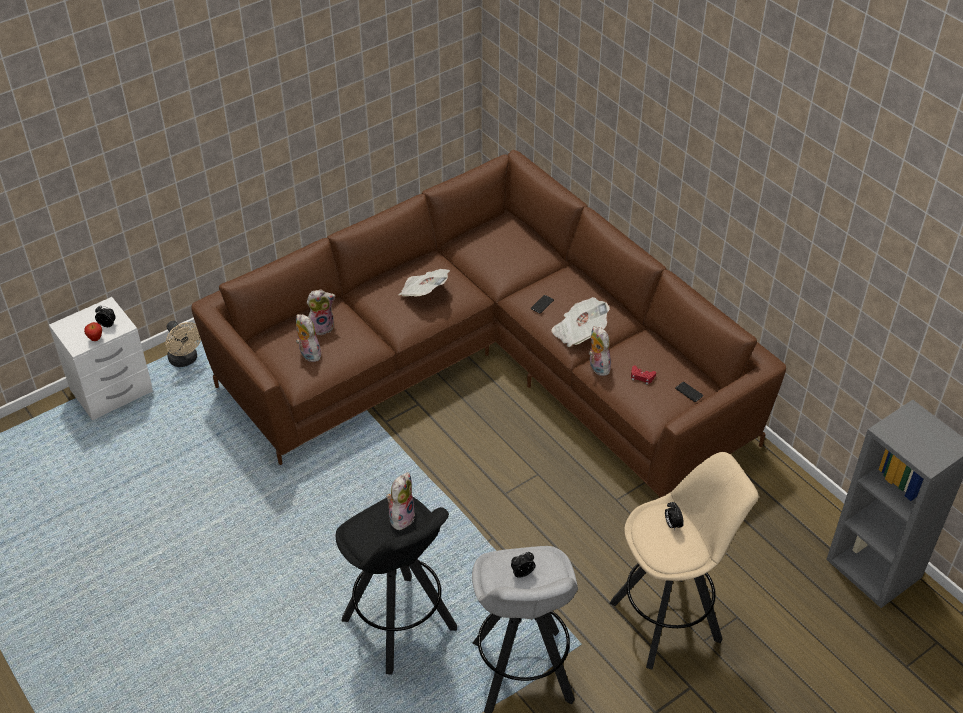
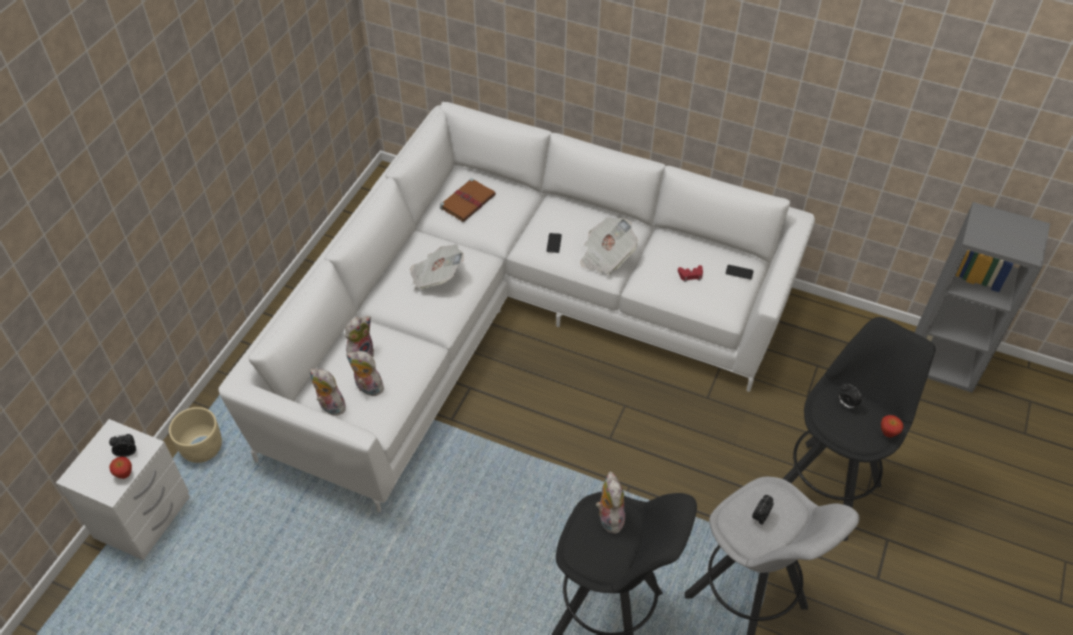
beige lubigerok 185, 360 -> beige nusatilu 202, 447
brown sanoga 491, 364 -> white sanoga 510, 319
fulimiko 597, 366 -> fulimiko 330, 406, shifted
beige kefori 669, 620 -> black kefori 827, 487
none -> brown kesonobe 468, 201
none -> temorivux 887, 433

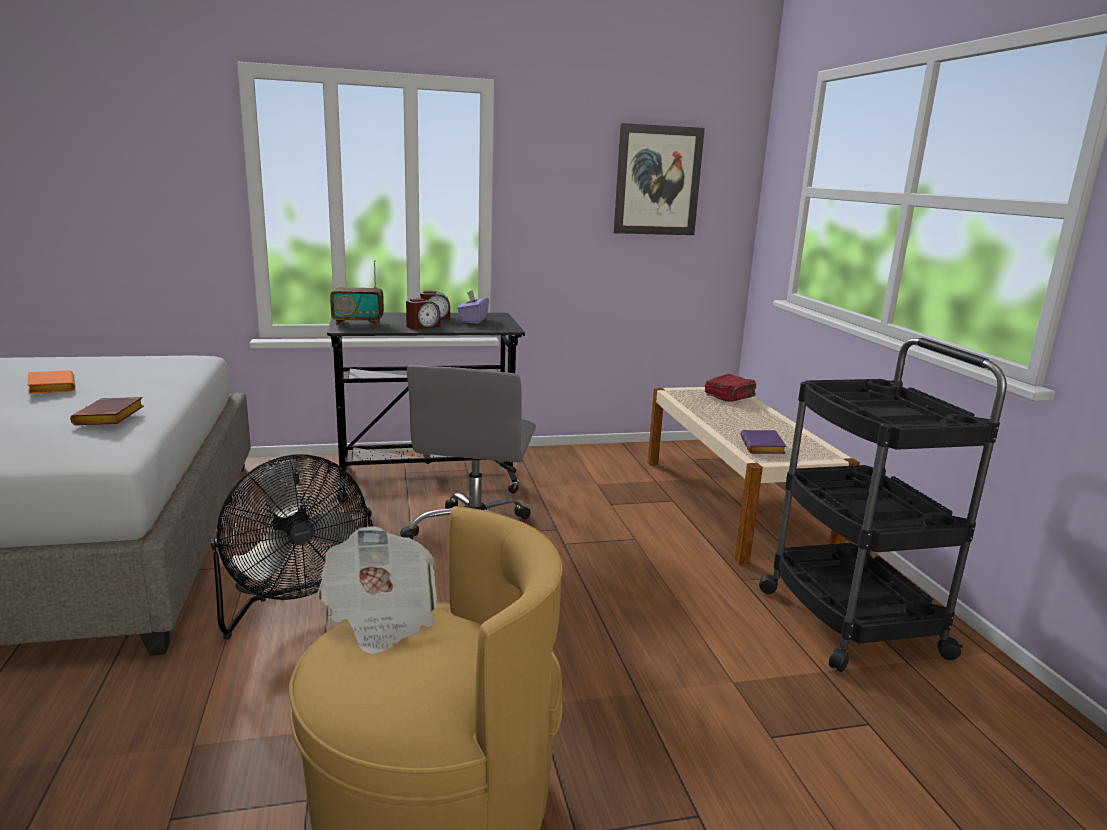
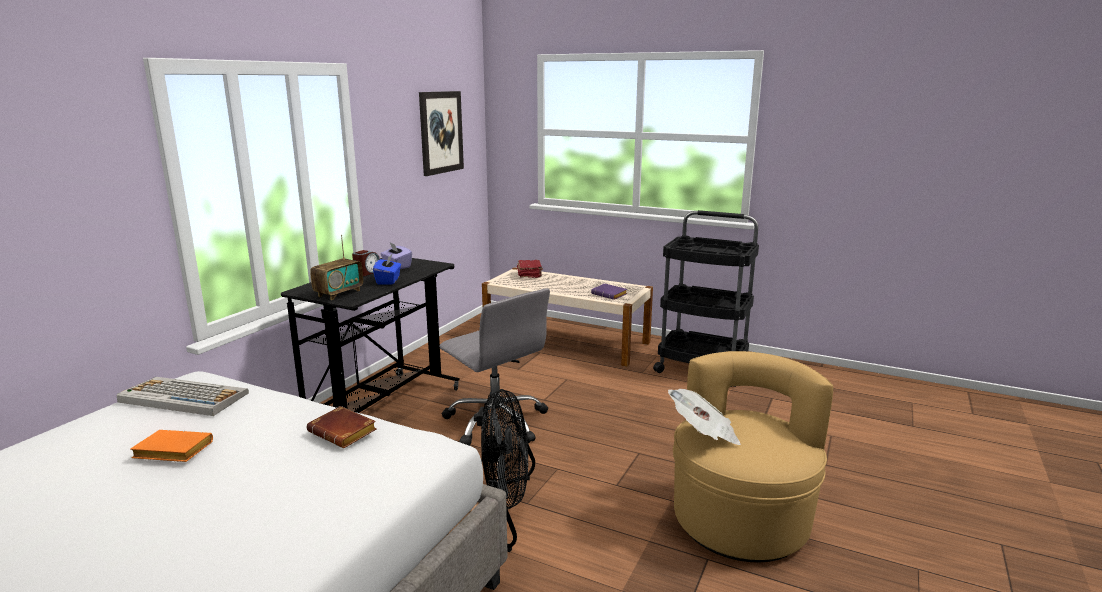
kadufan 422, 326 -> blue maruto 388, 280
none -> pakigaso 182, 397

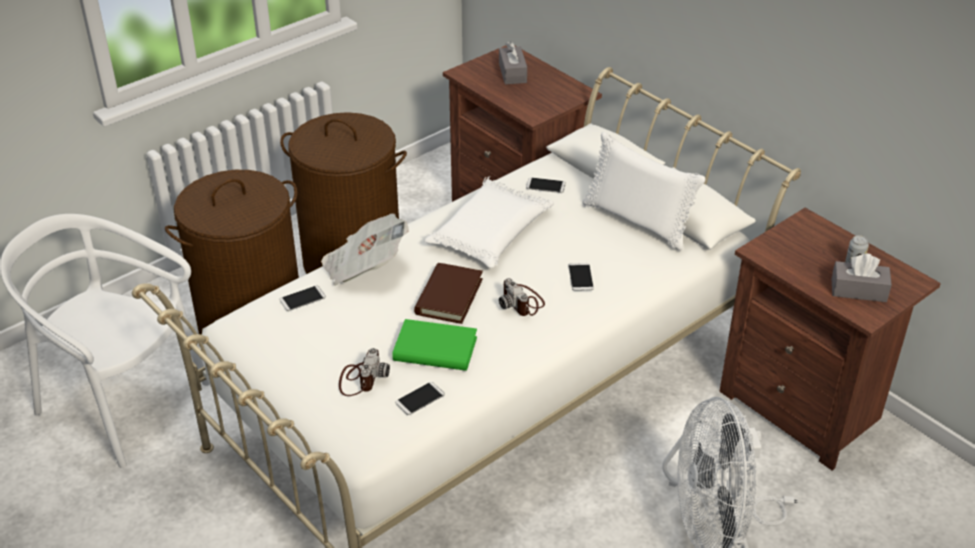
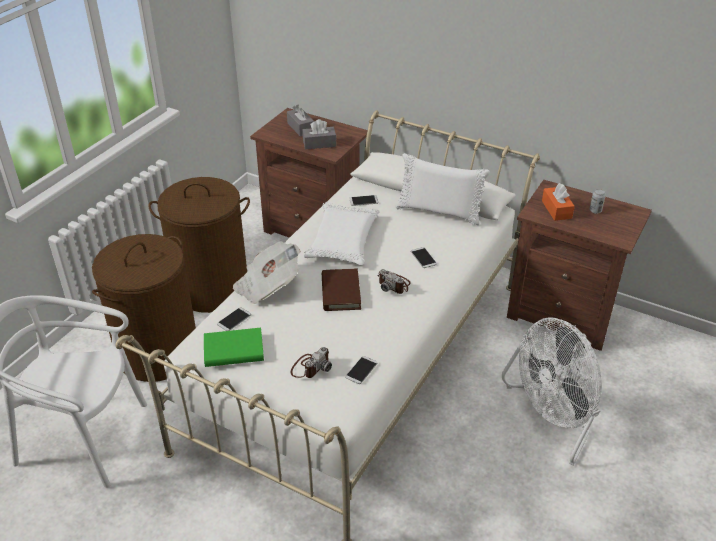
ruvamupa 361, 378 -> ruvamupa 310, 366, 45 degrees clockwise
green kesonobe 435, 349 -> green kesonobe 234, 350, shifted
grey maruto 858, 290 -> grey maruto 319, 144, shifted
none -> orange maruto 556, 209

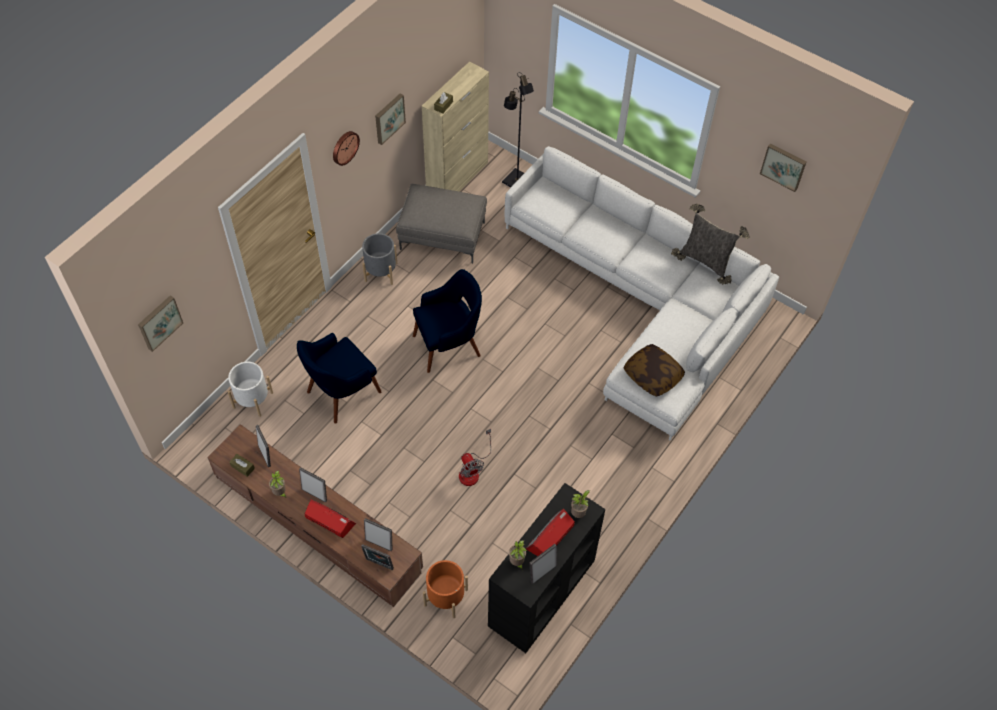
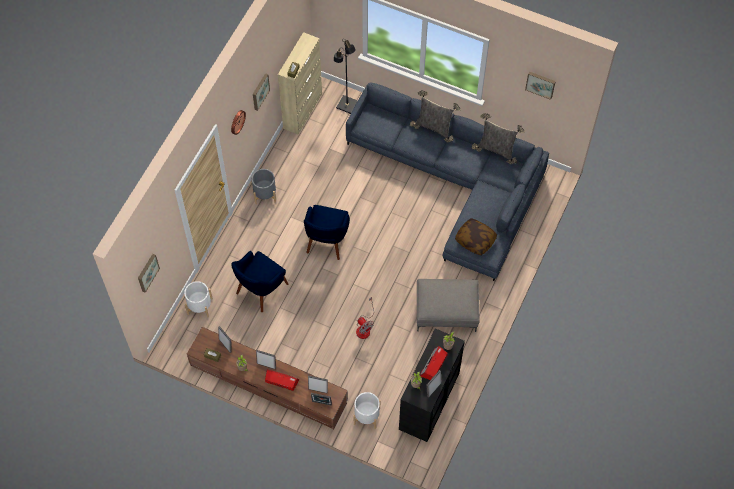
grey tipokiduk 441, 236 -> grey tipokiduk 445, 313, shifted
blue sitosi 448, 345 -> blue sitosi 327, 241, 135 degrees clockwise
orange nusatilu 446, 597 -> white nusatilu 367, 416
white sanoga 641, 301 -> blue sanoga 455, 183
none -> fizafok 434, 129

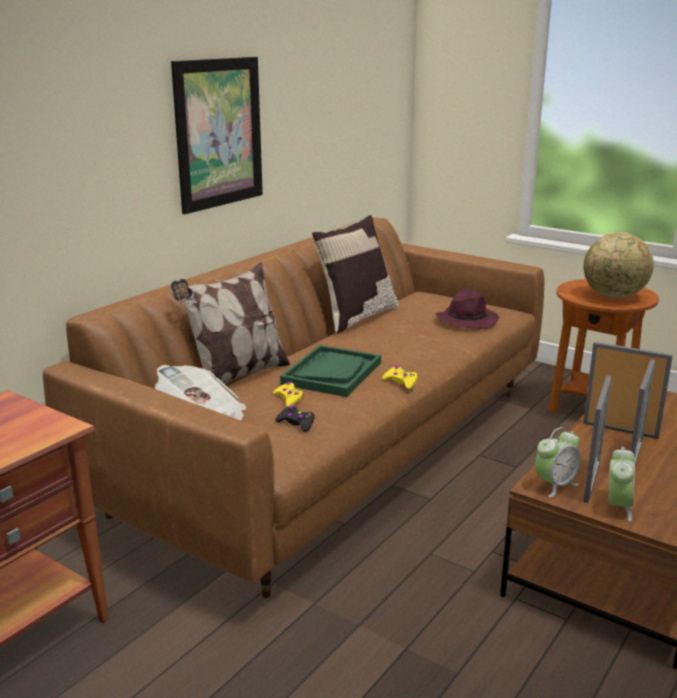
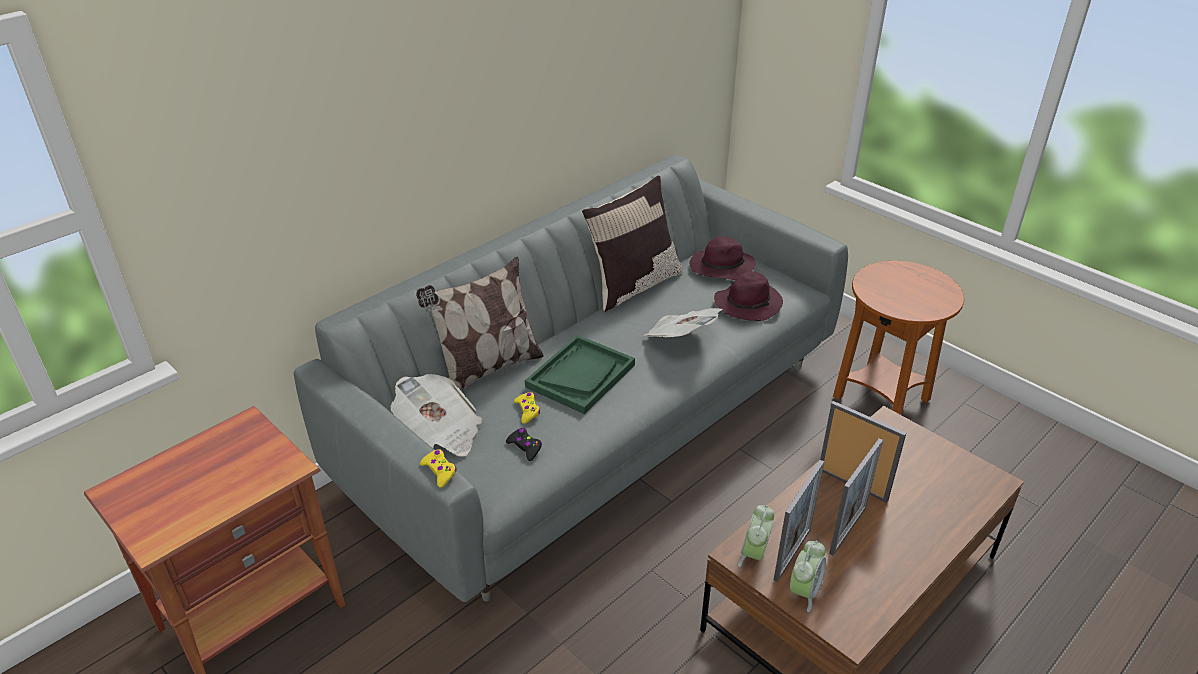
brown sanoga 337, 448 -> grey sanoga 598, 423
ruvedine 219, 133 -> none
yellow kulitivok 401, 382 -> yellow kulitivok 439, 471, shifted
kadufan 555, 485 -> kadufan 754, 554, 135 degrees clockwise
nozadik 614, 297 -> none
none -> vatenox 681, 338
none -> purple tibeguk 721, 268

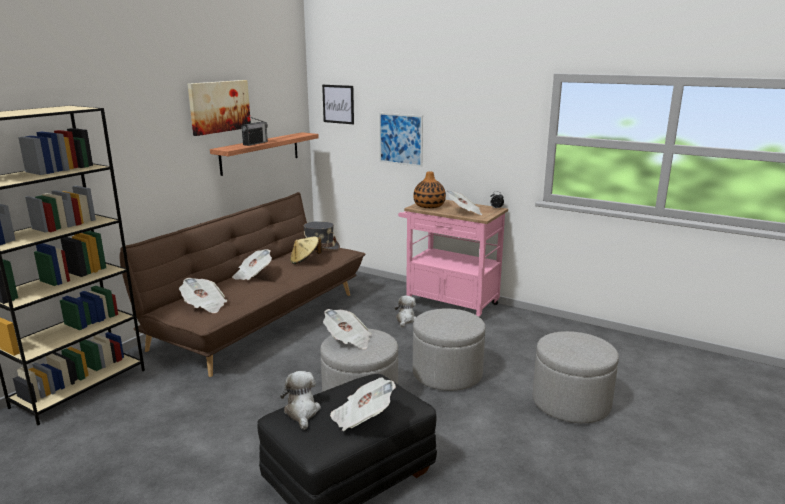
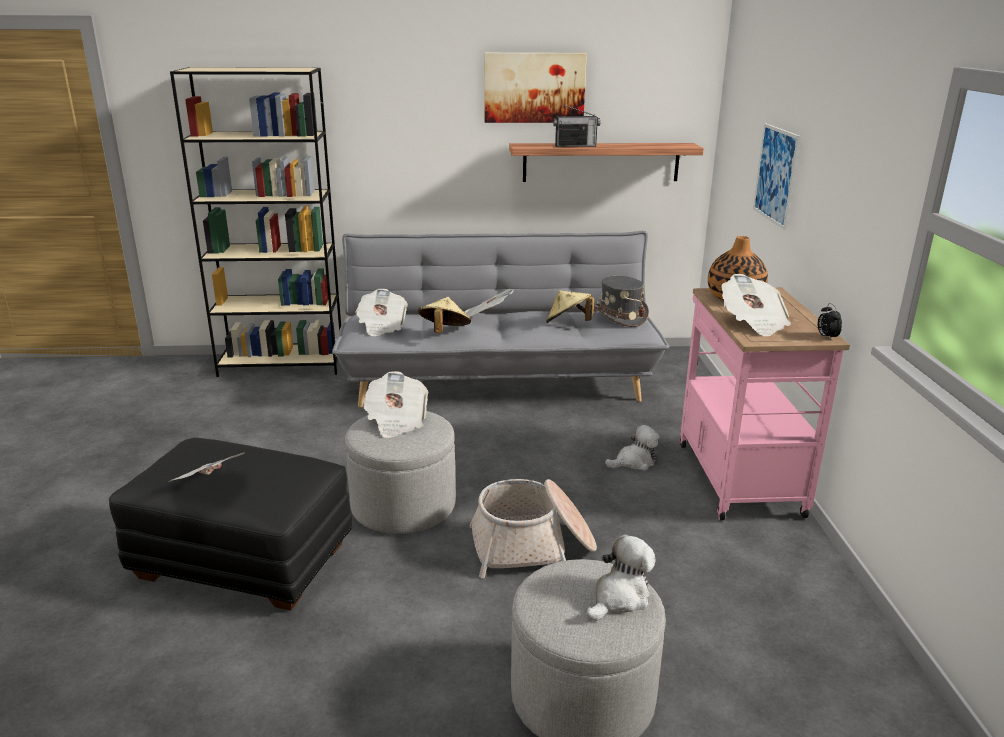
brown sanoga 258, 320 -> grey sanoga 498, 379
fulimiko 302, 412 -> fulimiko 619, 597, shifted
ruvedine 338, 104 -> none
grey tipokiduk 447, 373 -> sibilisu 532, 547
none -> beige tibeguk 444, 332

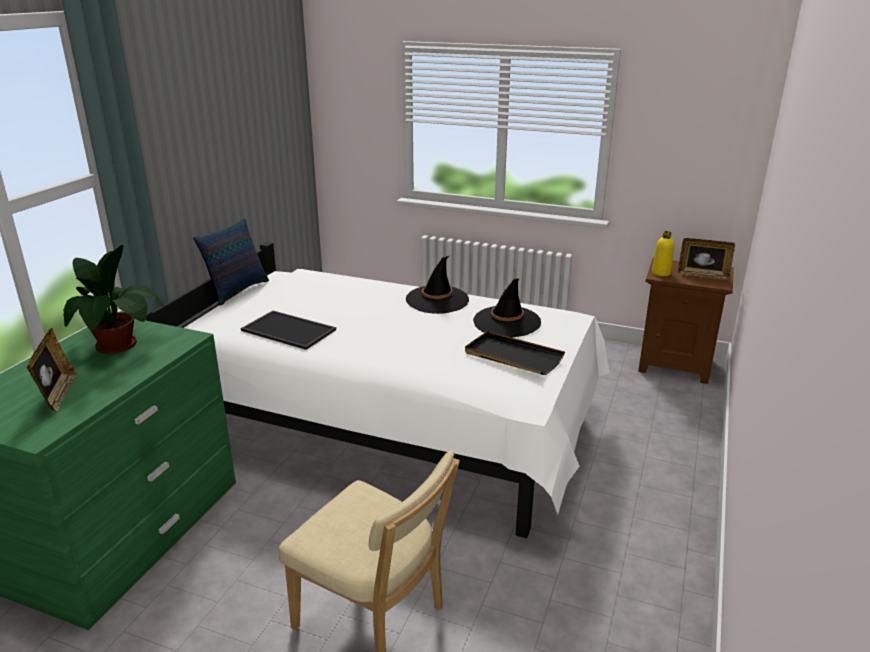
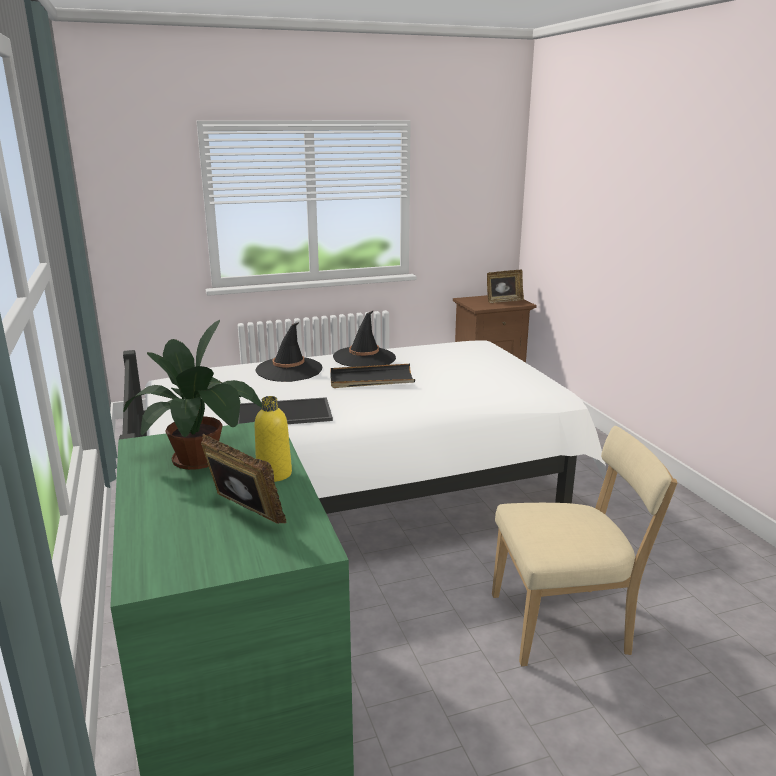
blue fizafok 237, 291 -> none
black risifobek 513, 356 -> black risifobek 371, 379, shifted
black tibeguk 506, 322 -> black tibeguk 289, 370, shifted
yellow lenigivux 661, 273 -> yellow lenigivux 274, 474, shifted

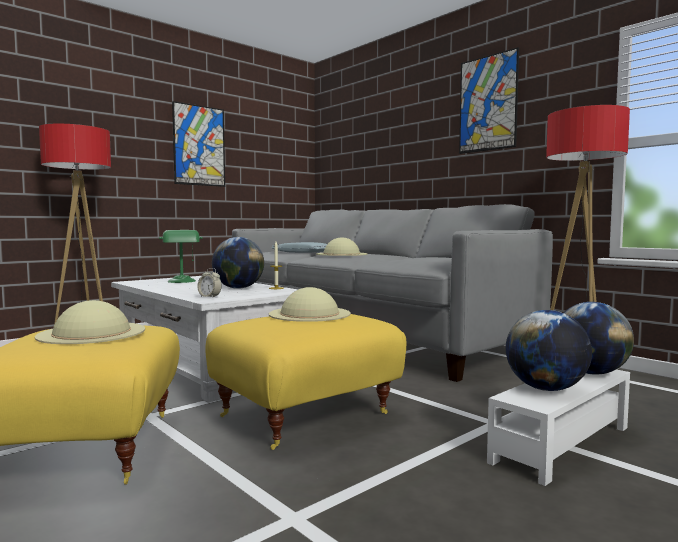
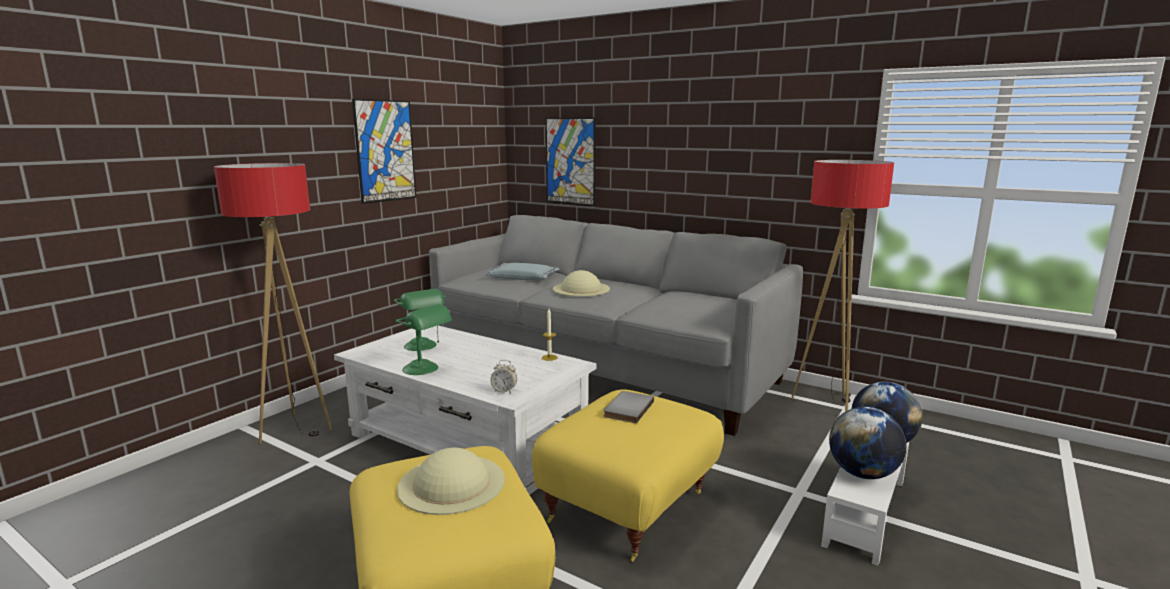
nozadik 238, 288 -> none
beige tibeguk 309, 314 -> grey kesonobe 627, 409
ruvedine 488, 103 -> ruvedine 570, 161, shifted
none -> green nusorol 426, 370

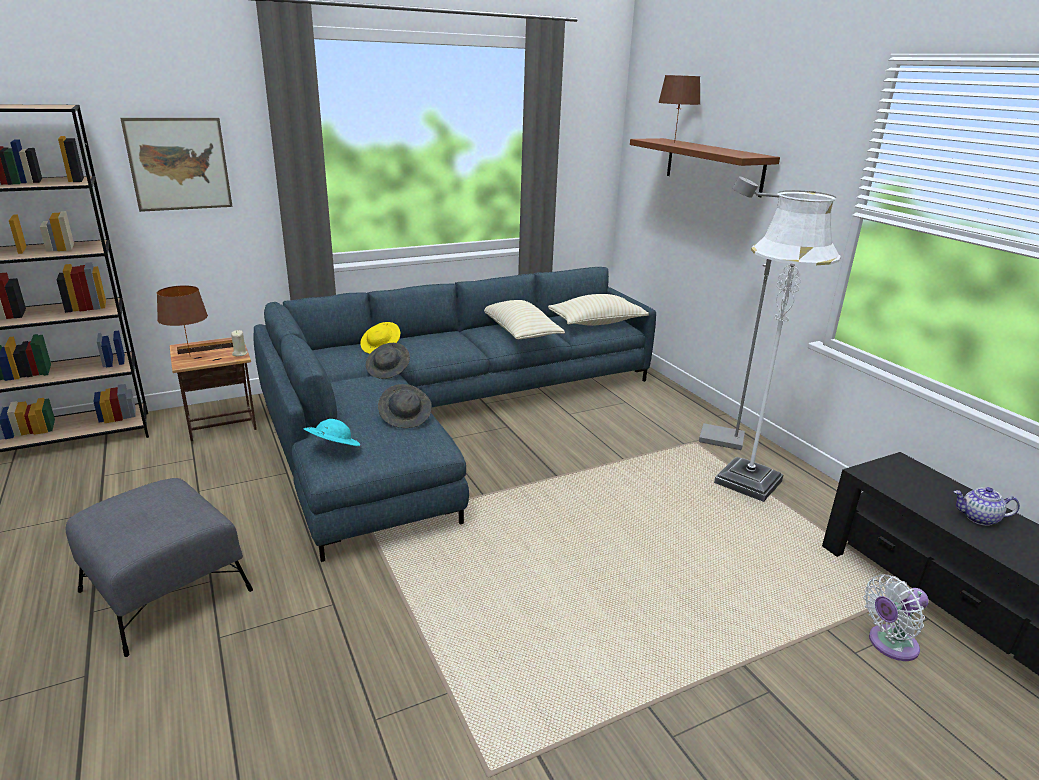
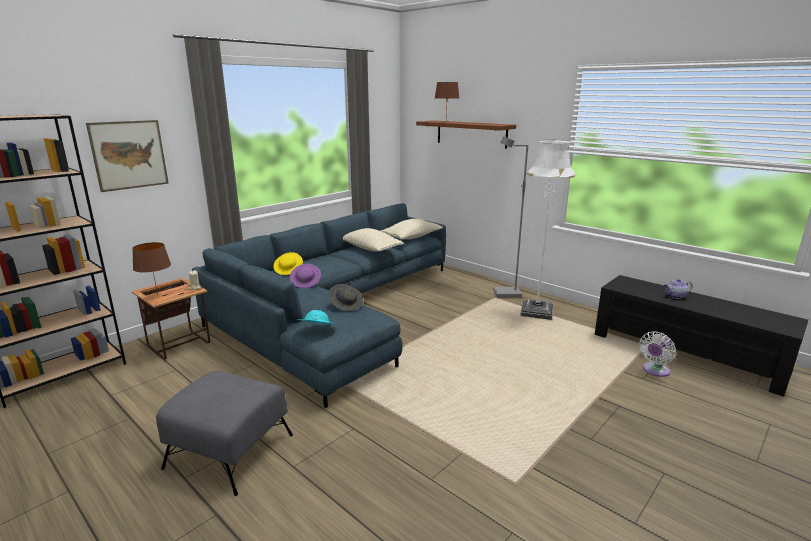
grey tibeguk 388, 371 -> purple tibeguk 306, 283

